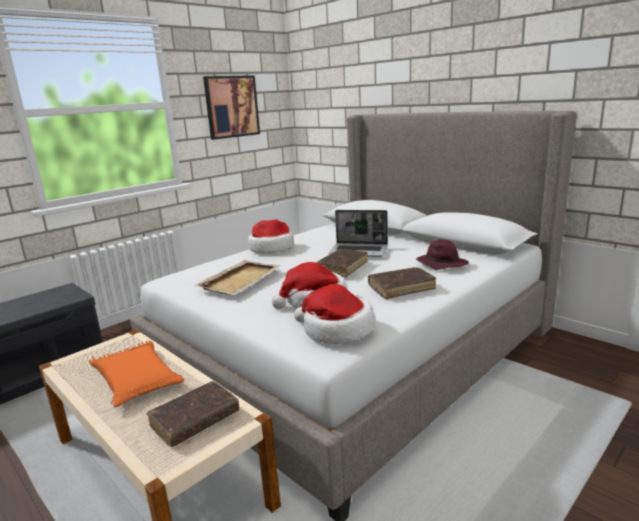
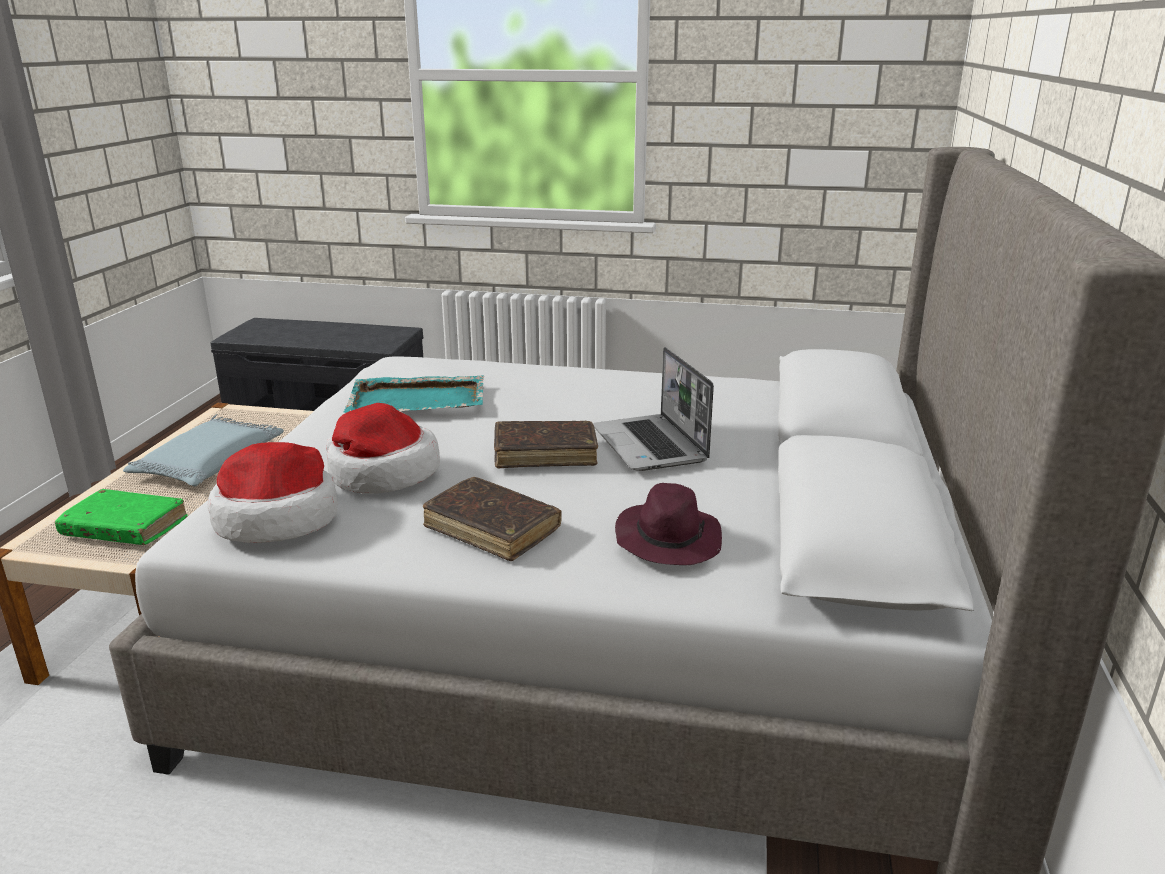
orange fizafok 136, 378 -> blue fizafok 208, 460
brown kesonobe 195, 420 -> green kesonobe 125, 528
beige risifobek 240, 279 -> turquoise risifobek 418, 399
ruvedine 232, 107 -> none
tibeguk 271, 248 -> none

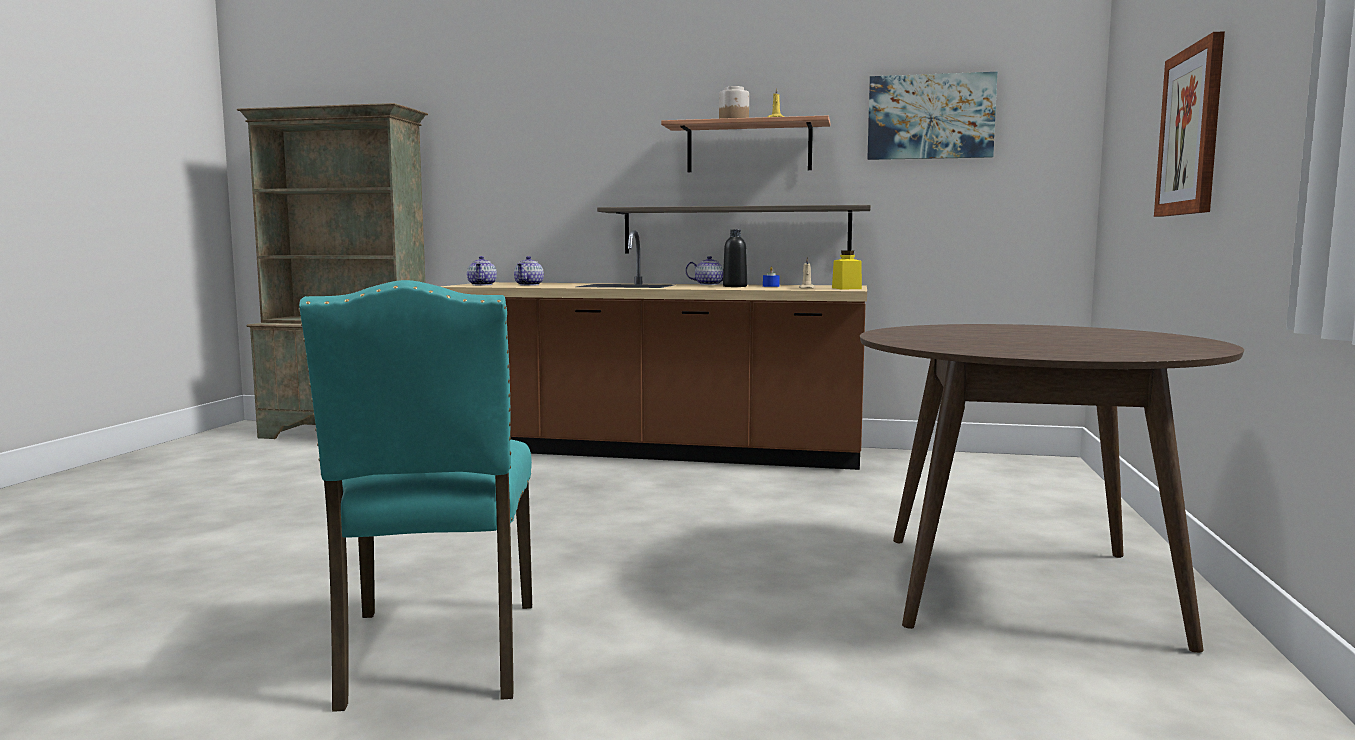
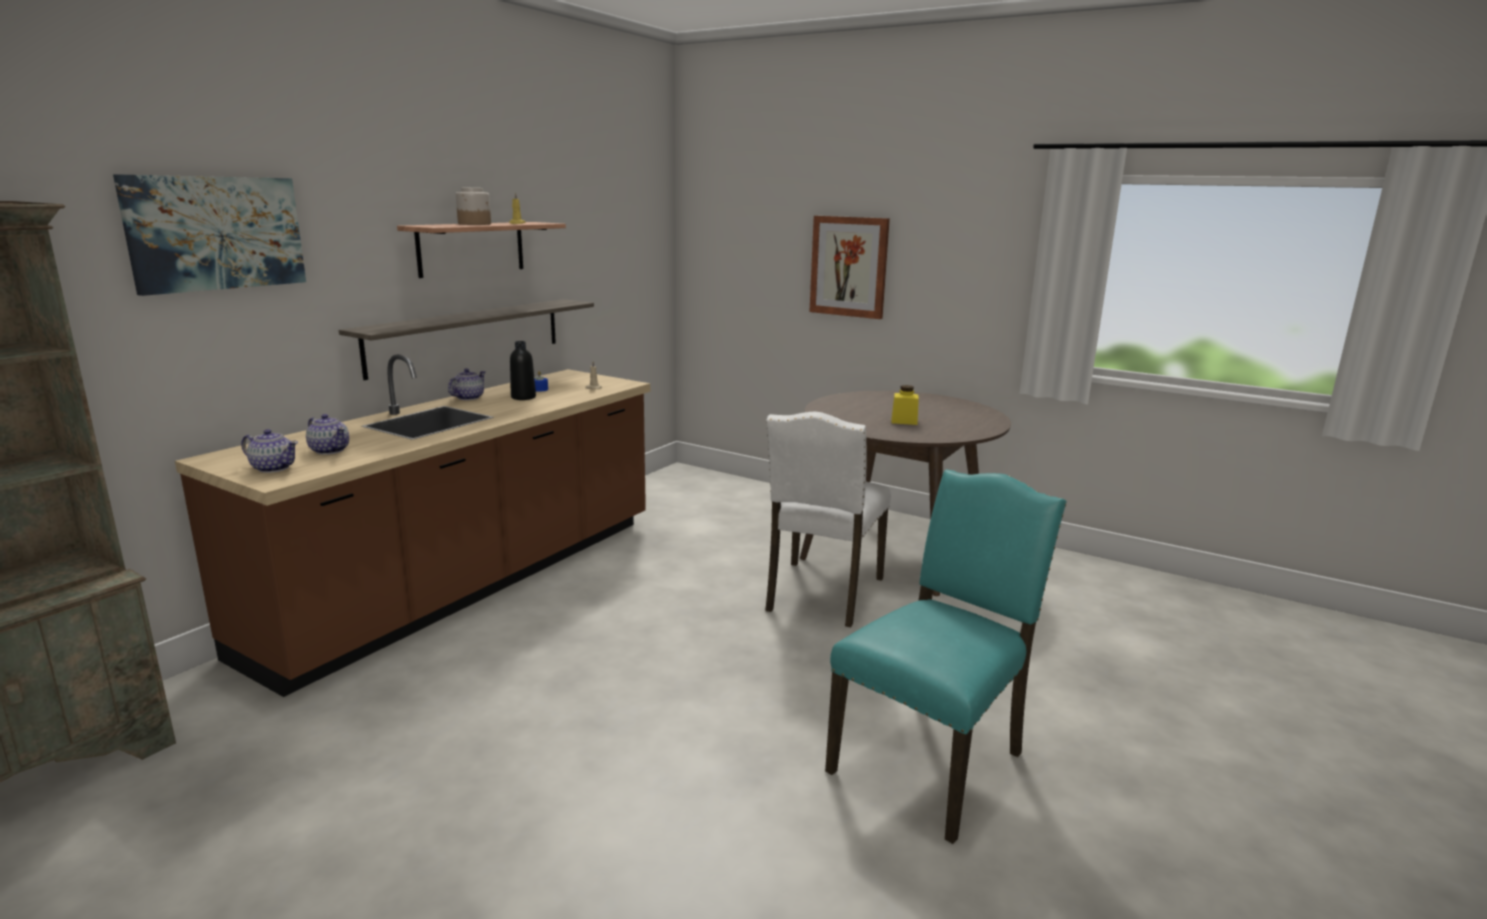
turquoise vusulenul 437, 655 -> turquoise vusulenul 933, 761, 60 degrees counterclockwise
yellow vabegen 846, 288 -> yellow vabegen 904, 421, shifted
ruvedine 930, 117 -> ruvedine 216, 233, shifted
none -> white vusulenul 822, 595

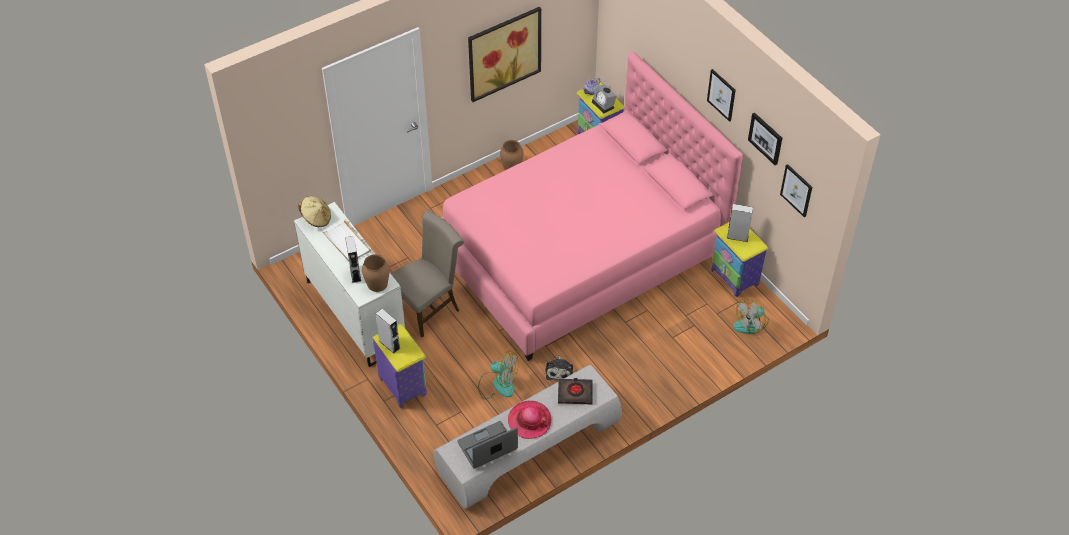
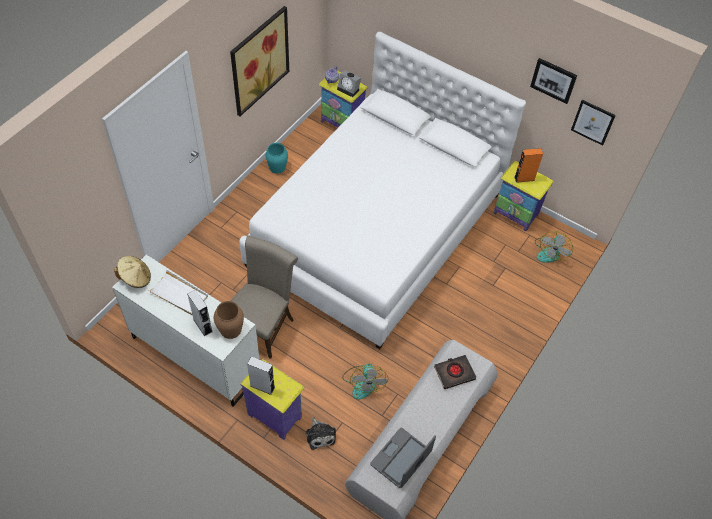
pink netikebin 582, 252 -> white netikebin 377, 229
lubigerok 498, 384 -> lubigerok 363, 382, 90 degrees clockwise
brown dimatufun 512, 166 -> turquoise dimatufun 277, 167
tibeguk 529, 421 -> none
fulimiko 559, 371 -> fulimiko 320, 435, shifted
ruvedine 721, 95 -> none
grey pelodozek 737, 237 -> orange pelodozek 524, 178

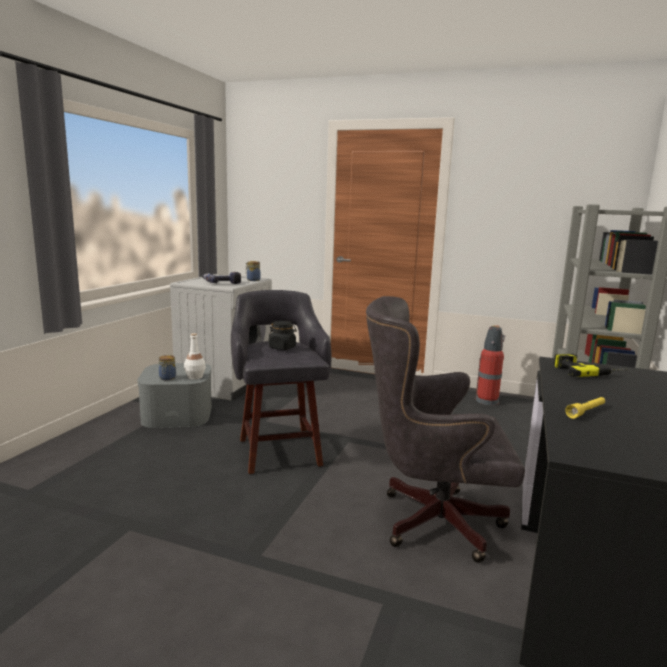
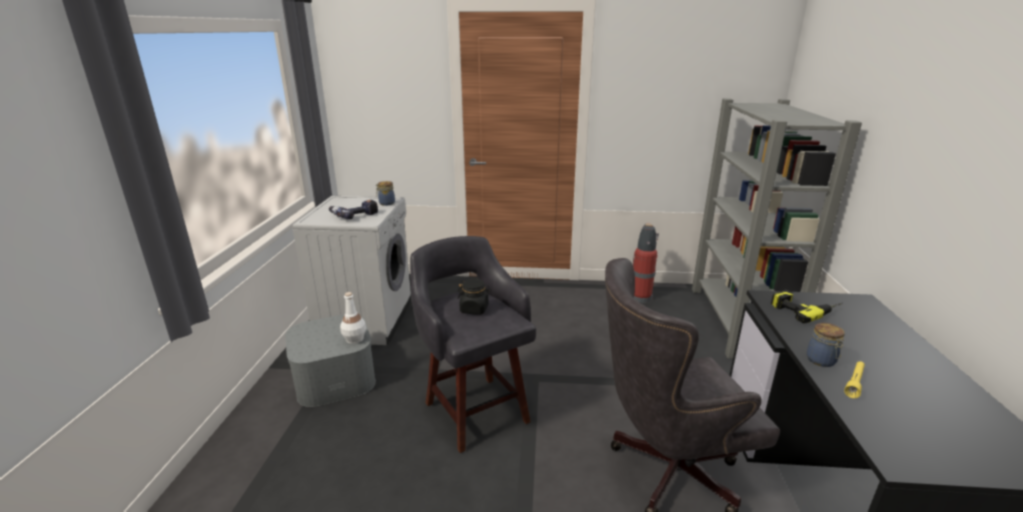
vabegen 167, 378 -> vabegen 821, 361, shifted

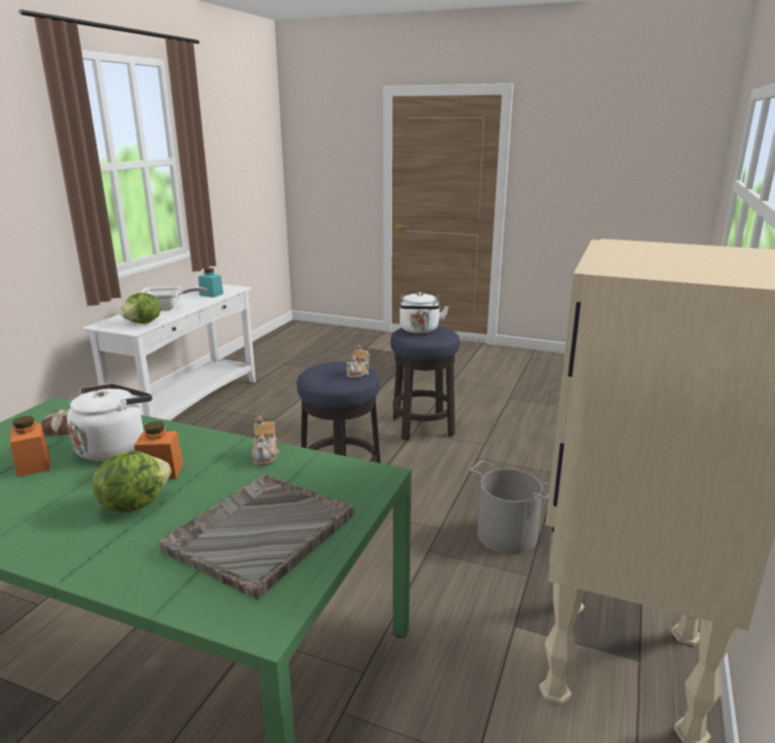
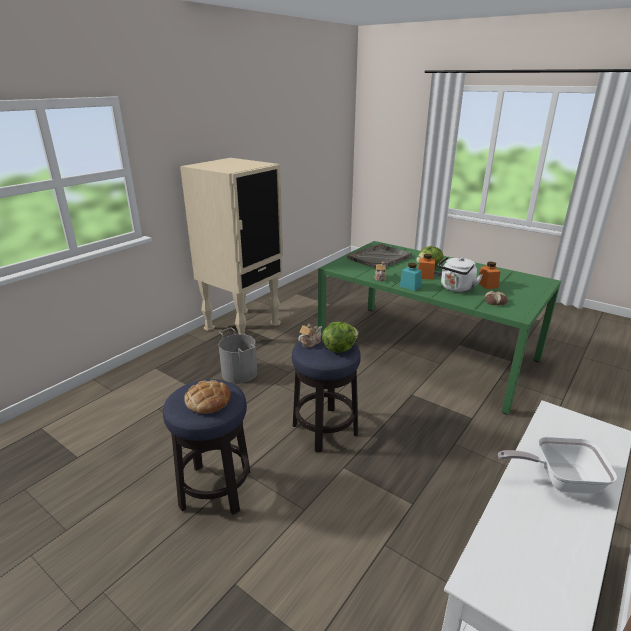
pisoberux 144, 323 -> pisoberux 339, 348, shifted
turquoise vabegen 211, 294 -> turquoise vabegen 410, 286, shifted
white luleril 419, 330 -> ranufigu 208, 401

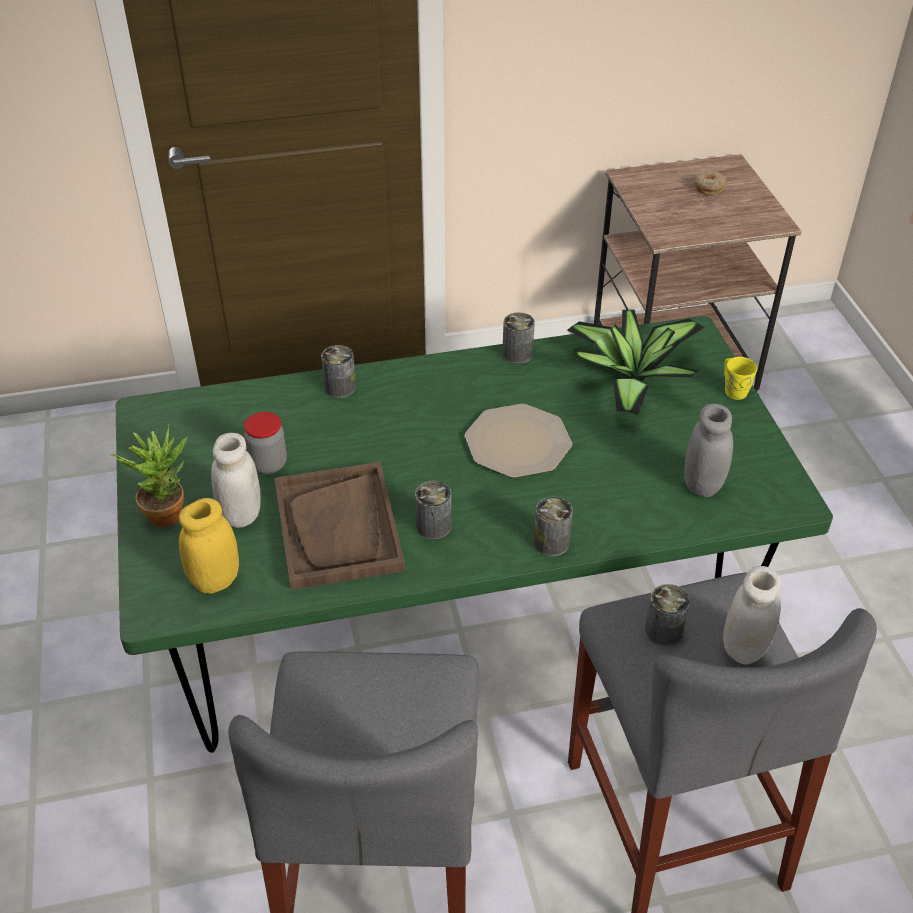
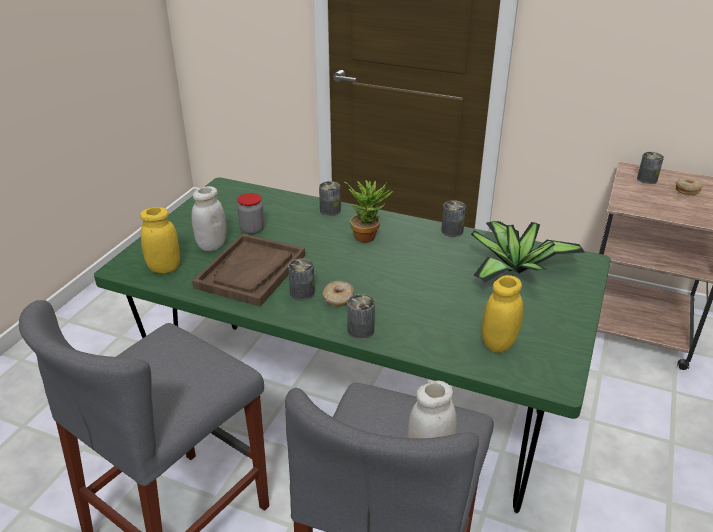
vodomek 167, 510 -> vodomek 368, 235, shifted
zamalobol 519, 442 -> none
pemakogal 663, 631 -> pemakogal 647, 179, shifted
grey vabegen 702, 484 -> yellow vabegen 499, 344
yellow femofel 733, 389 -> none
none -> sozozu 338, 298

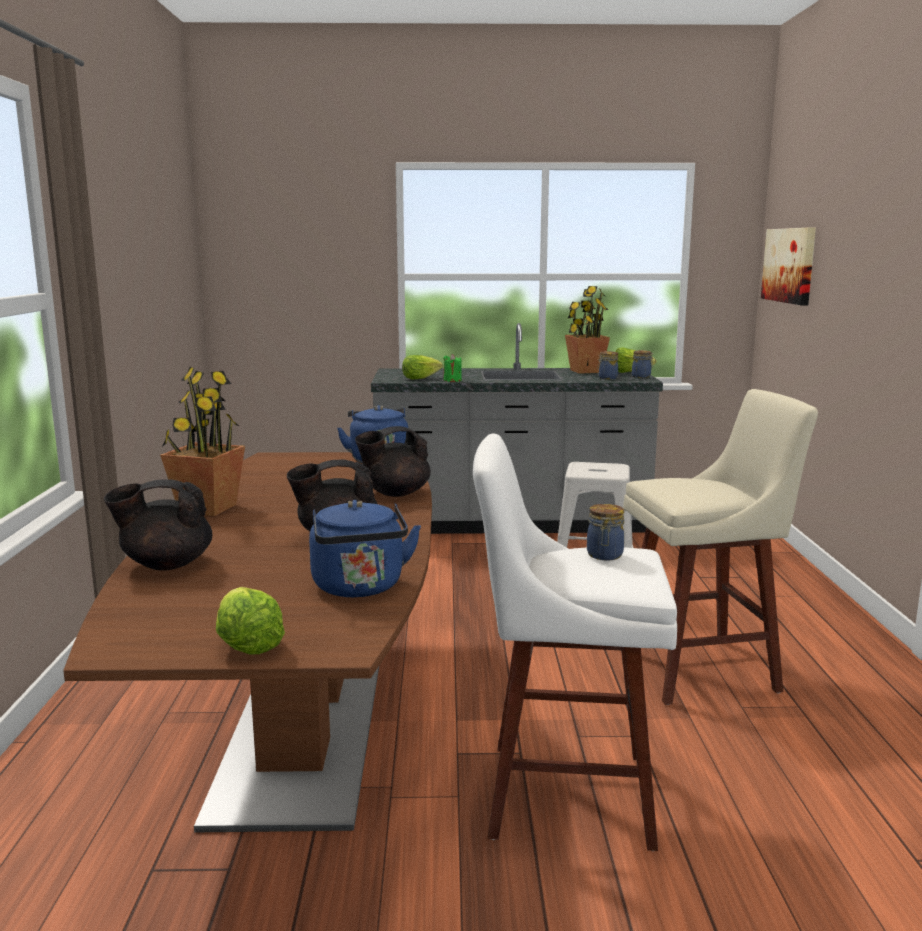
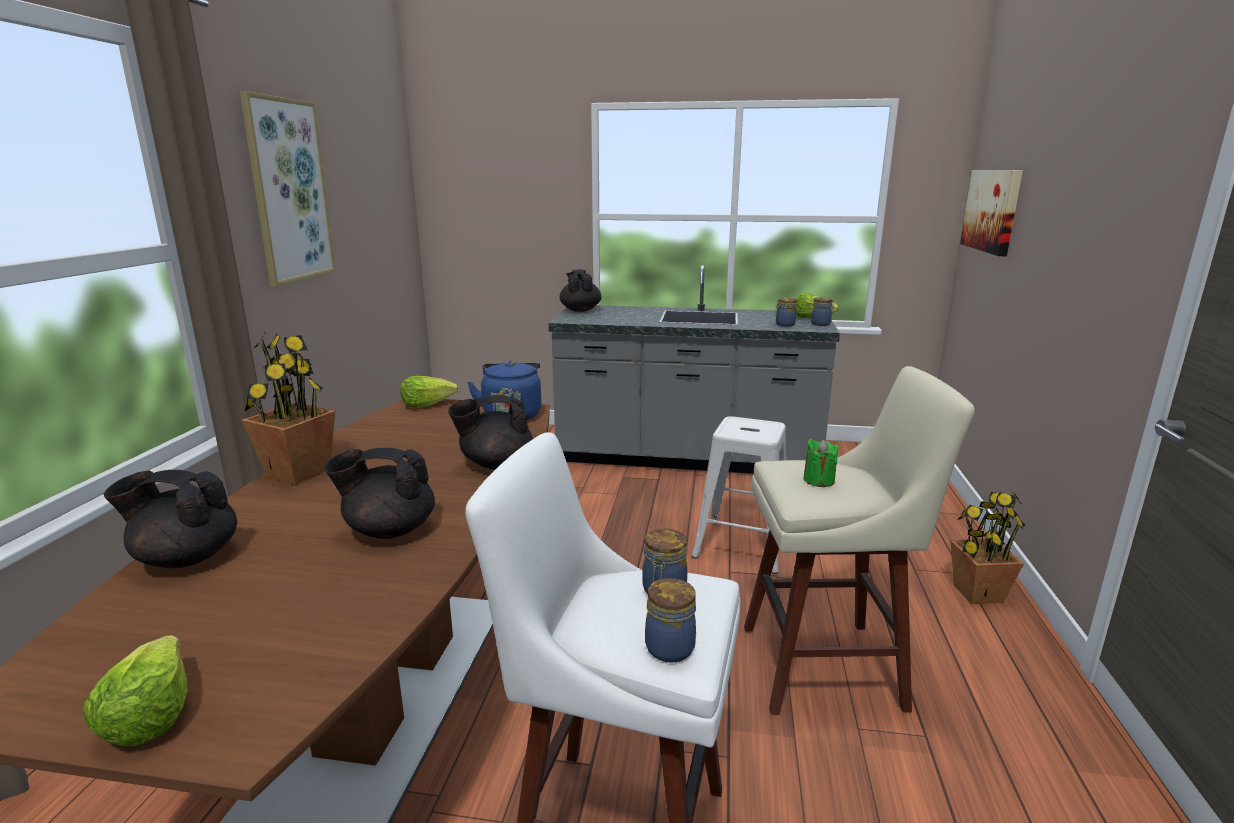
blue luleril 360, 588 -> none
pisoberux 420, 378 -> pisoberux 427, 405, shifted
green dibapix 452, 380 -> green dibapix 818, 480, shifted
vodomek 585, 371 -> vodomek 977, 594, shifted
none -> ruvedine 289, 191
none -> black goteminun 580, 310
none -> vabegen 670, 646

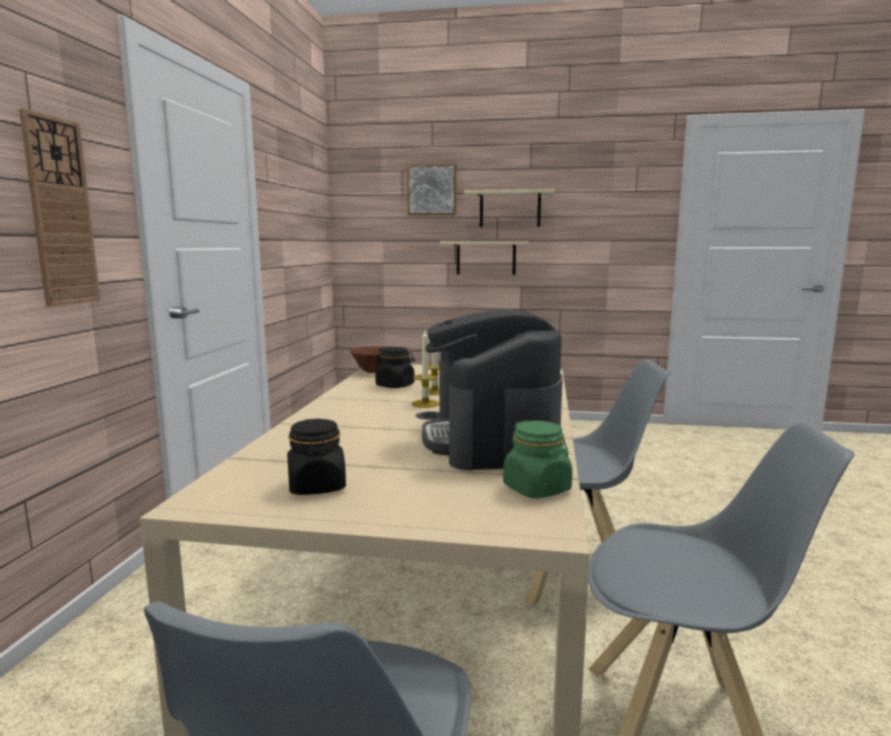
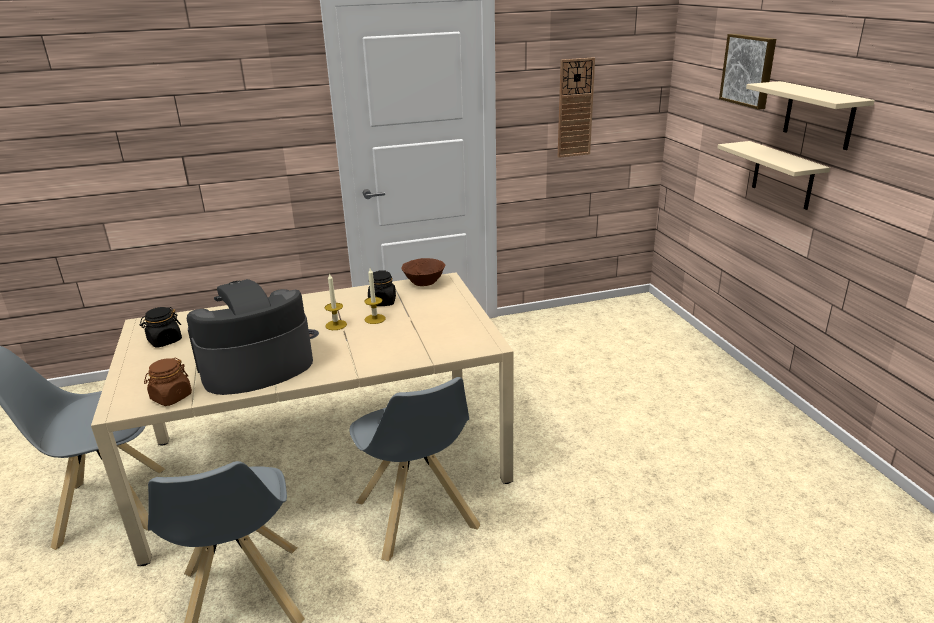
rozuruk 60, 212 -> rozuruk 575, 108, shifted
green vabegen 537, 489 -> brown vabegen 171, 397

